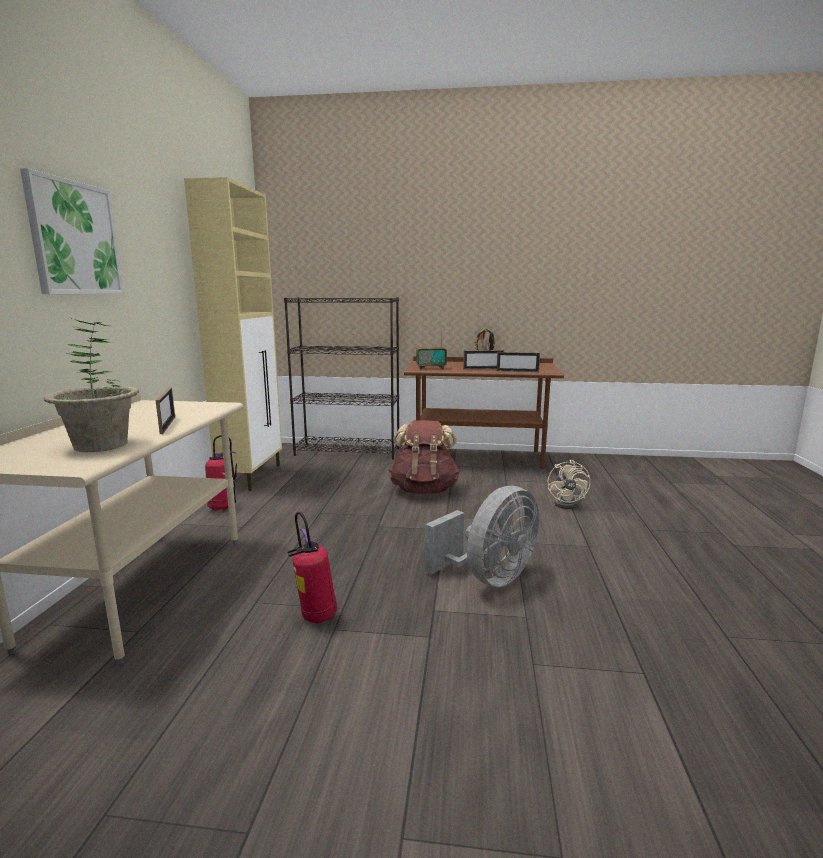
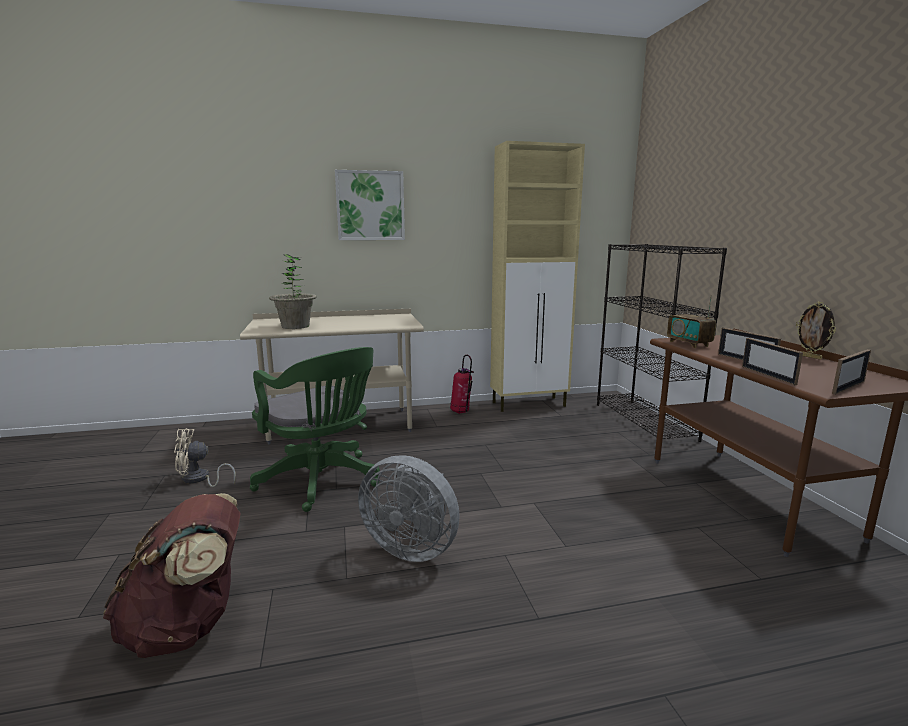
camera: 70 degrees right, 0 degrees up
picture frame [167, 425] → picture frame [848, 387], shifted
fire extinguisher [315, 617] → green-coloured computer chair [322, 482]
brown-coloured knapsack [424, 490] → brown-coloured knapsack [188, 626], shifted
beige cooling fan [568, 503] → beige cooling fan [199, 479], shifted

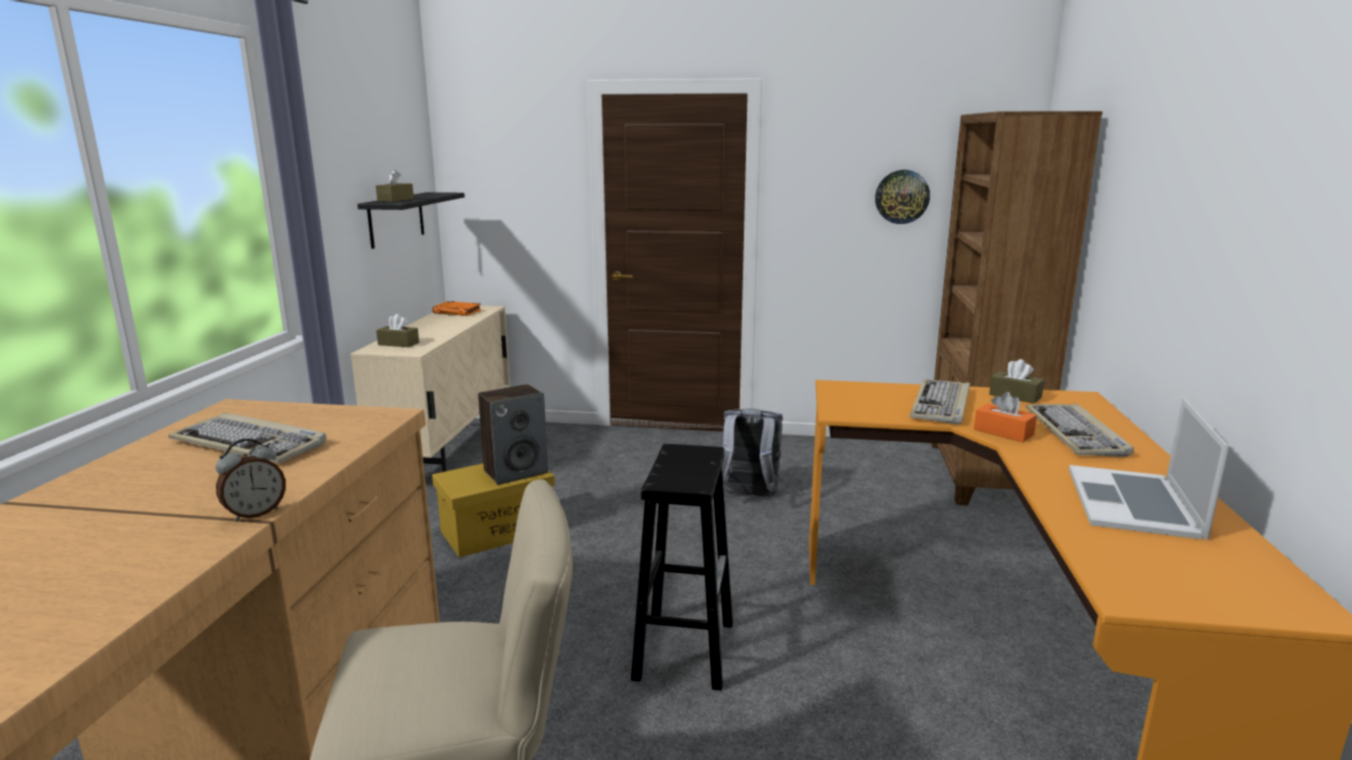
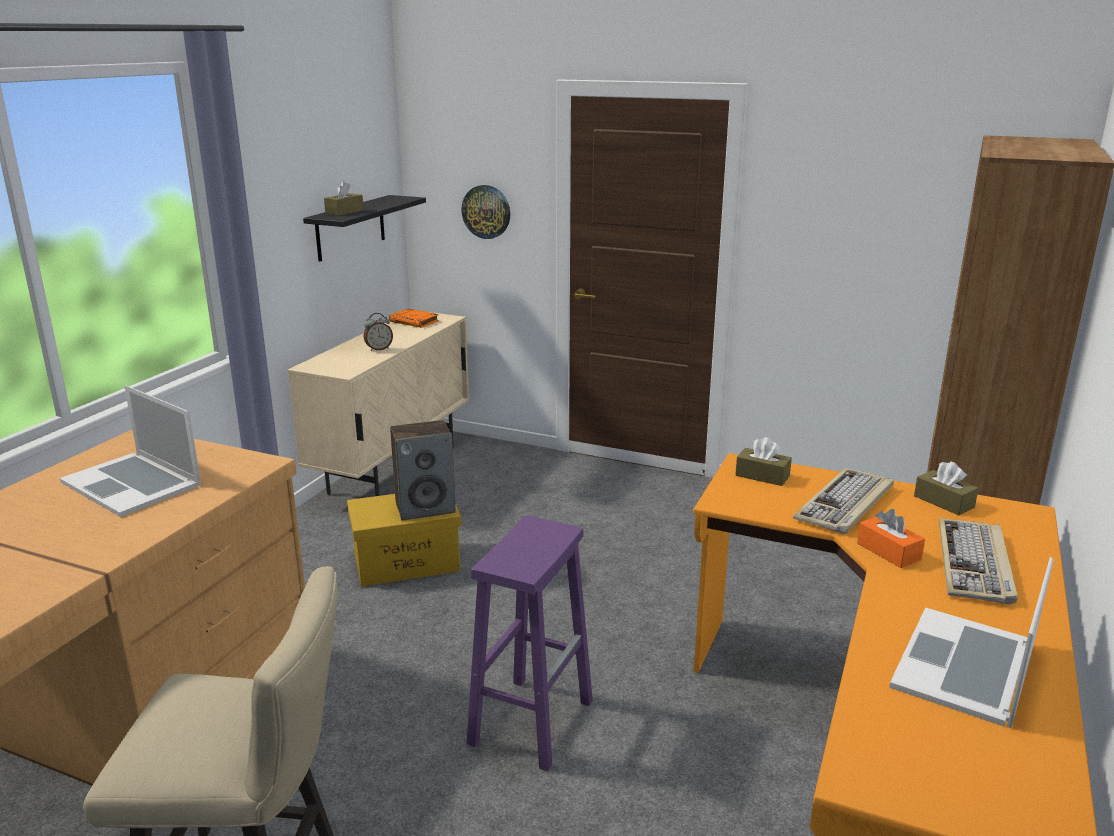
camera: 15 degrees right, 5 degrees up
computer keyboard [251, 443] → laptop [132, 483]
table clock [255, 513] → table clock [379, 349], shifted
brown-coloured box of tissues [398, 343] → brown-coloured box of tissues [762, 476], shifted
black stool [684, 648] → purple stool [532, 720]
grey knapsack [748, 496] → -
hanging clock [902, 197] → hanging clock [486, 211], shifted

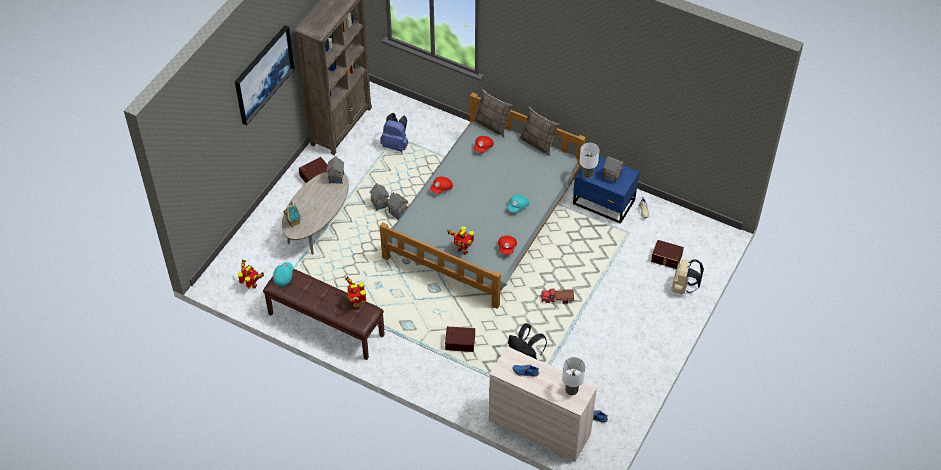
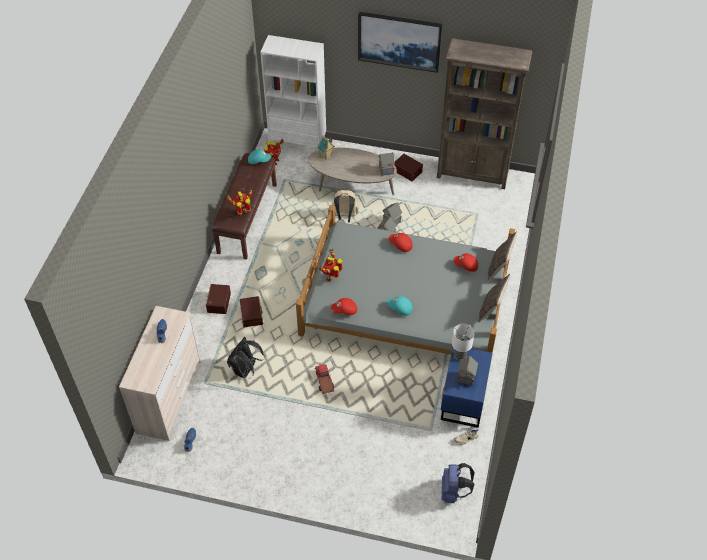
camera: 75 degrees right, 0 degrees up
blue knapsack [396, 145] → blue knapsack [453, 492], shifted
table lamp [571, 390] → -
brown-coloured storage bin [666, 258] → brown-coloured storage bin [218, 302], shifted
beige knapsack [683, 287] → beige knapsack [344, 217], shifted
- → whitish shelving unit [298, 144]

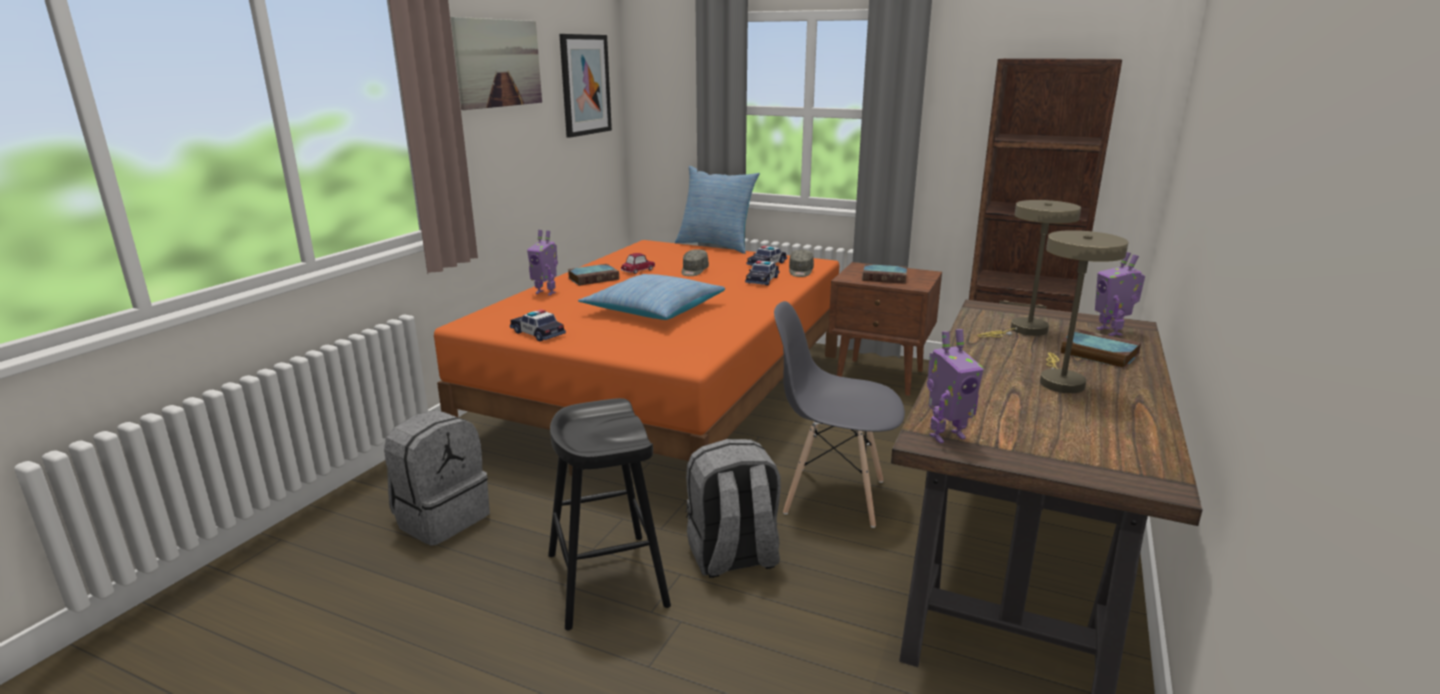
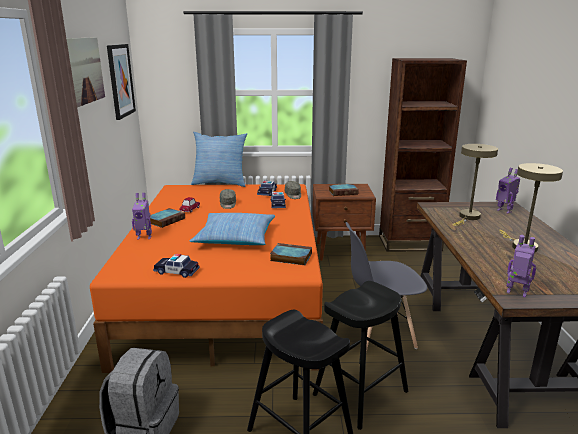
camera: 25 degrees left, 0 degrees up
grey knapsack [733, 557] → black stool [360, 393]
toy robot [946, 435] → toy robot [516, 293], 105 degrees counterclockwise
volume [1096, 353] → volume [290, 257], shifted

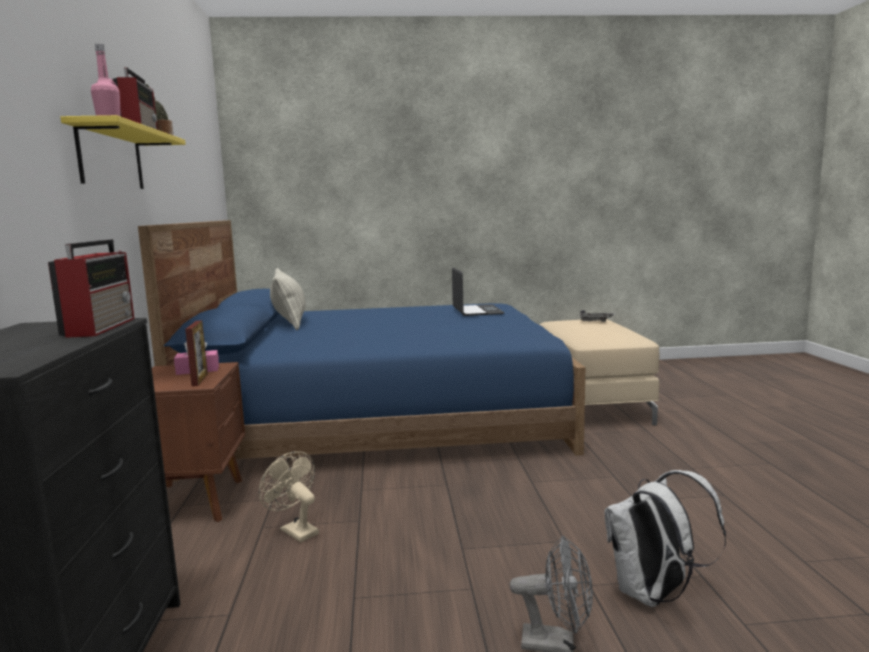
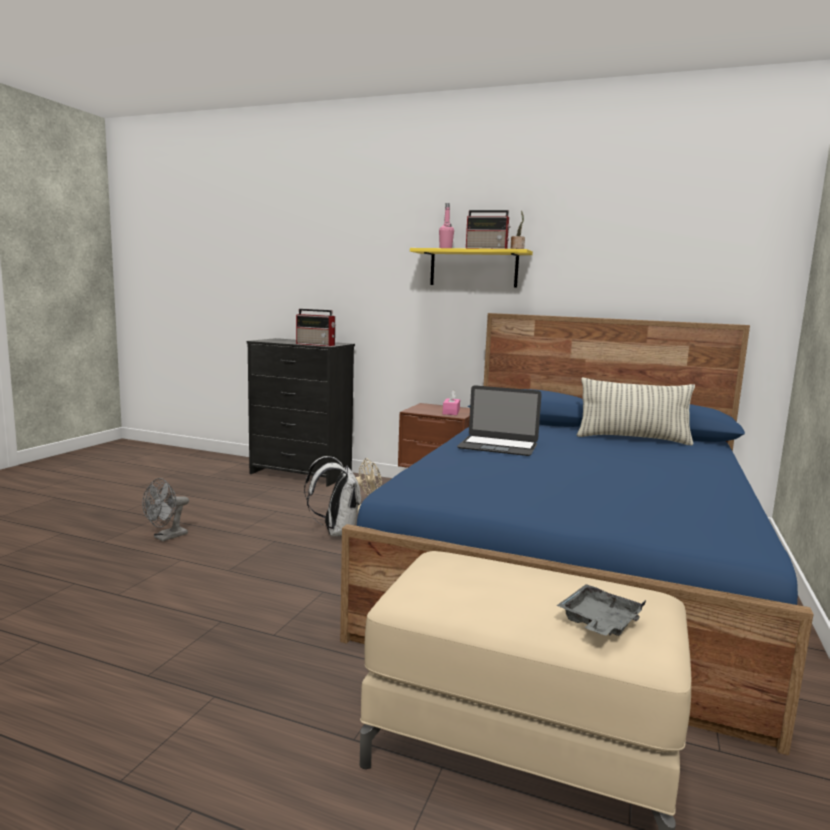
camera: 115 degrees right, 0 degrees up
picture frame [199, 379] → -
laptop [477, 310] → laptop [498, 446], shifted
whitish knapsack [654, 594] → whitish knapsack [336, 533], shifted

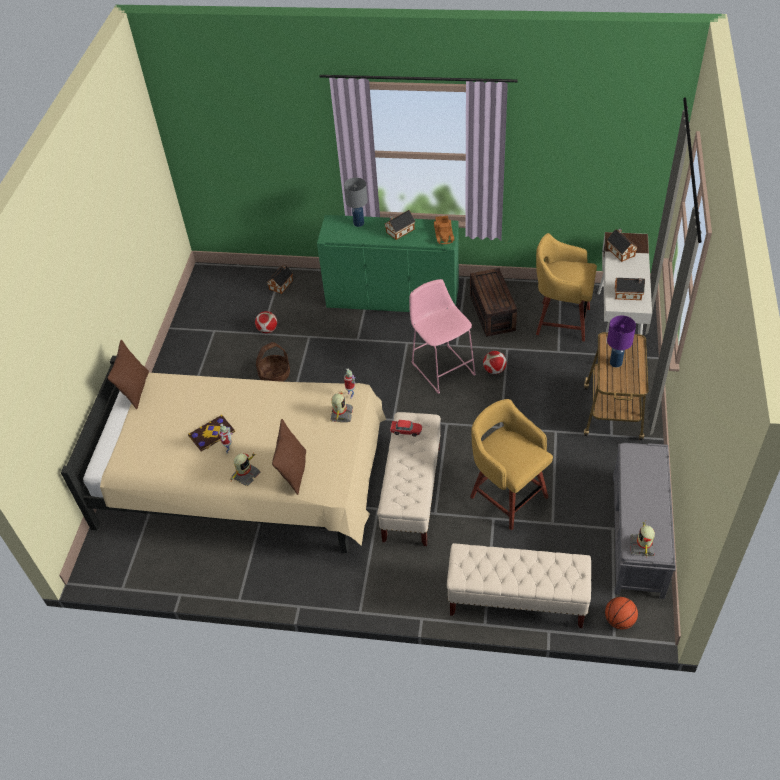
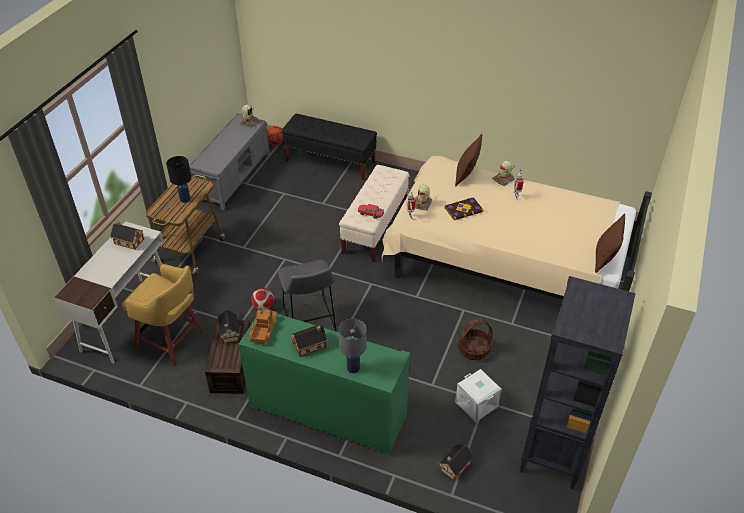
camera: 170 degrees left, 5 degrees down
volume [212, 434] → volume [463, 209], shifted
ball for football [267, 330] → whitish storage bin [477, 404]
pink-coloured stool [441, 366] → grey stool [309, 320]
beige bench [516, 600] → black bench [330, 162]
yellow-coloured stool [507, 495] → -
miniature house [620, 251] → miniature house [229, 333], shifted
purple table lamp [616, 362] → black table lamp [184, 199]
- → black shelving unit [553, 453]

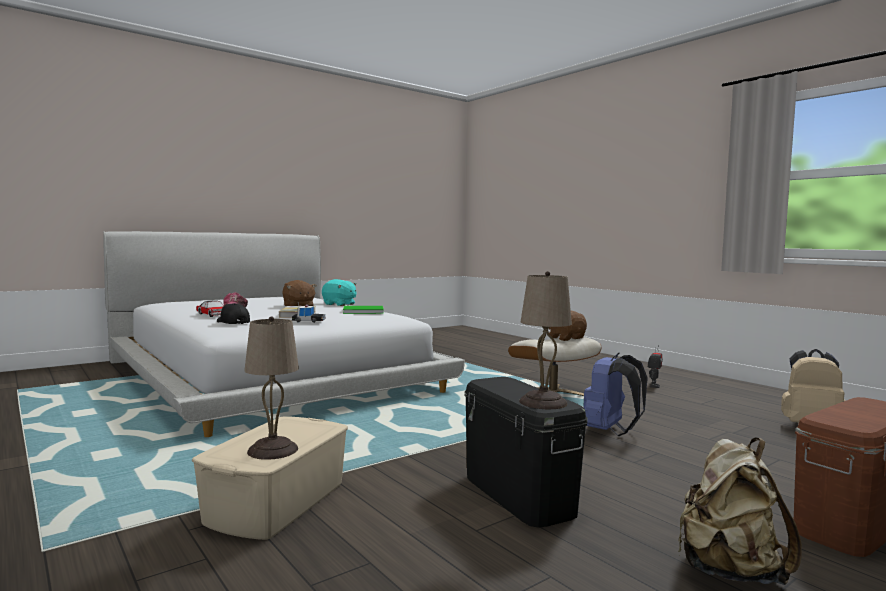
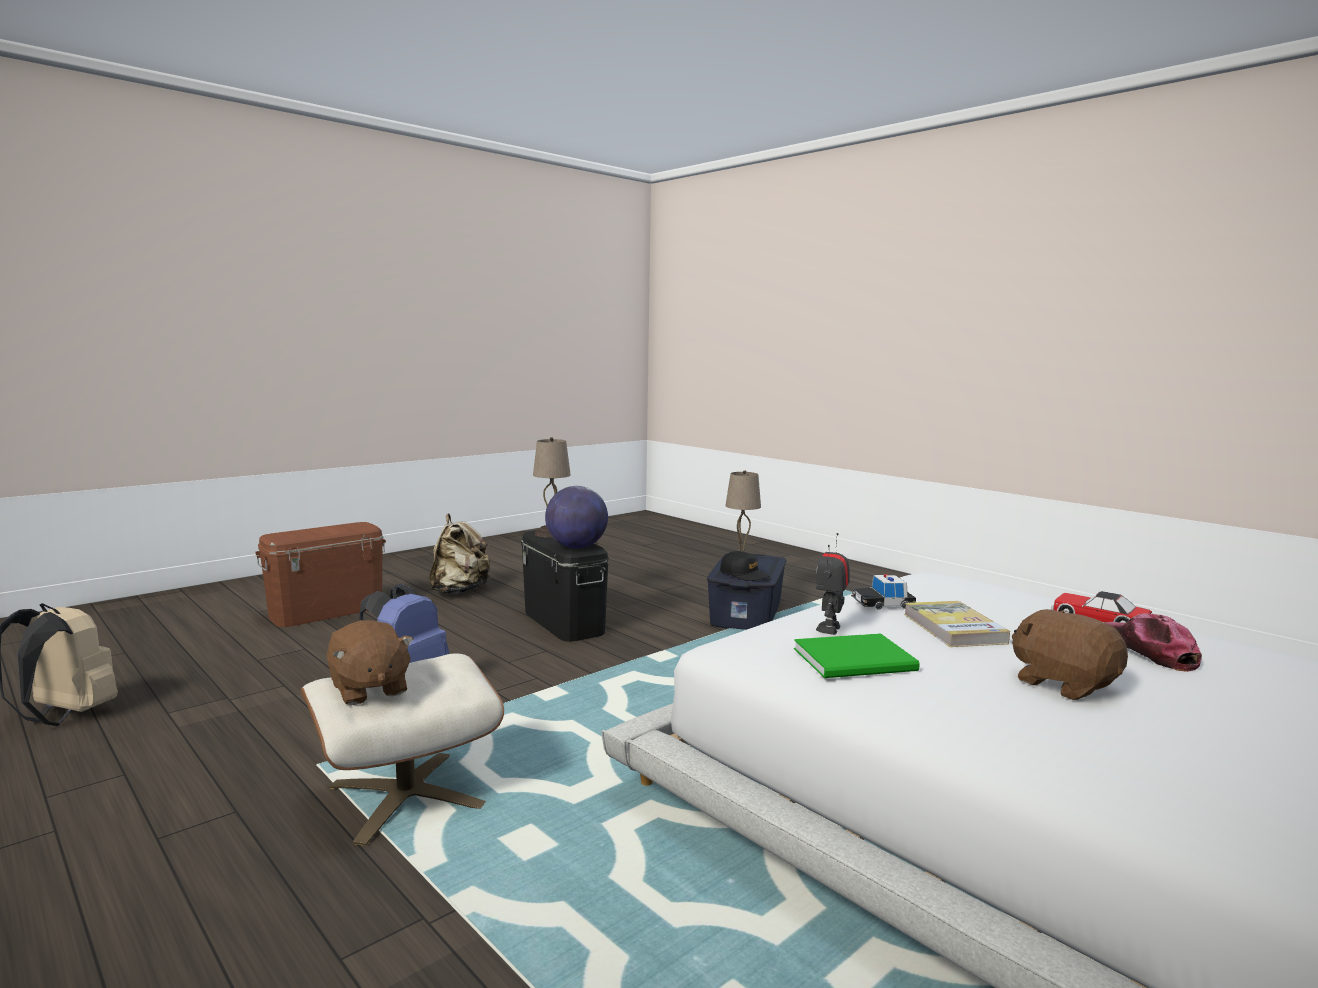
camera: 175 degrees right, 5 degrees up
beige storage bin [276, 502] → blue storage bin [747, 613]
black baseball cap [233, 322] → black baseball cap [744, 575], shifted
blue-green soft toy [339, 304] → -
toy robot [654, 386] → toy robot [829, 629], shifted
- → globe [576, 547]

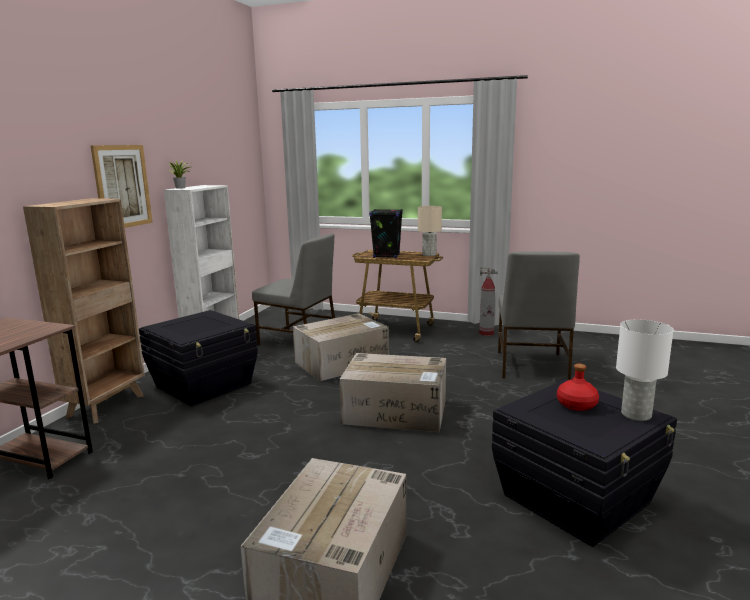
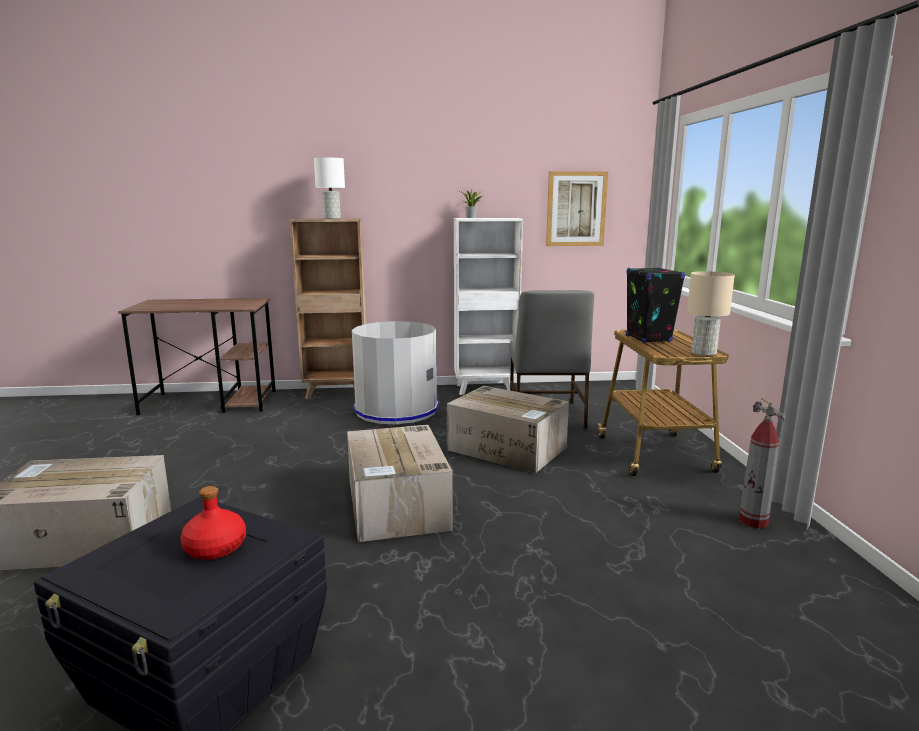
camera: 65 degrees right, 0 degrees up
wall picture [122, 186] → wall picture [576, 209], shifted
black storage bin [204, 385] → grey trash can [396, 409]
grey chair [531, 366] → -
whitish table lamp [637, 414] → whitish table lamp [332, 218], shifted

